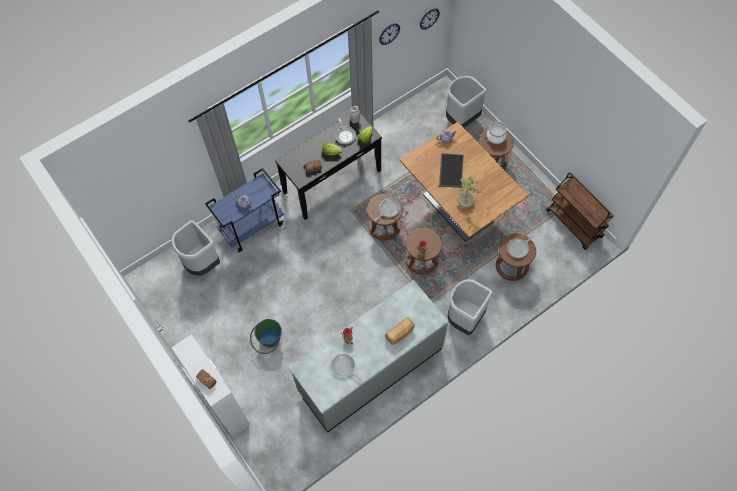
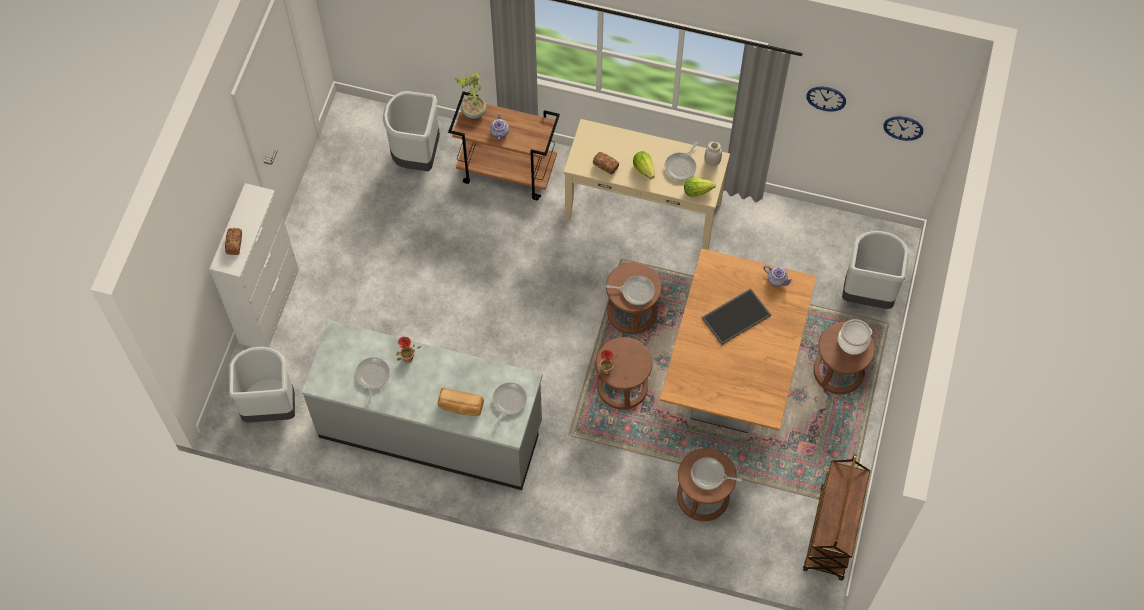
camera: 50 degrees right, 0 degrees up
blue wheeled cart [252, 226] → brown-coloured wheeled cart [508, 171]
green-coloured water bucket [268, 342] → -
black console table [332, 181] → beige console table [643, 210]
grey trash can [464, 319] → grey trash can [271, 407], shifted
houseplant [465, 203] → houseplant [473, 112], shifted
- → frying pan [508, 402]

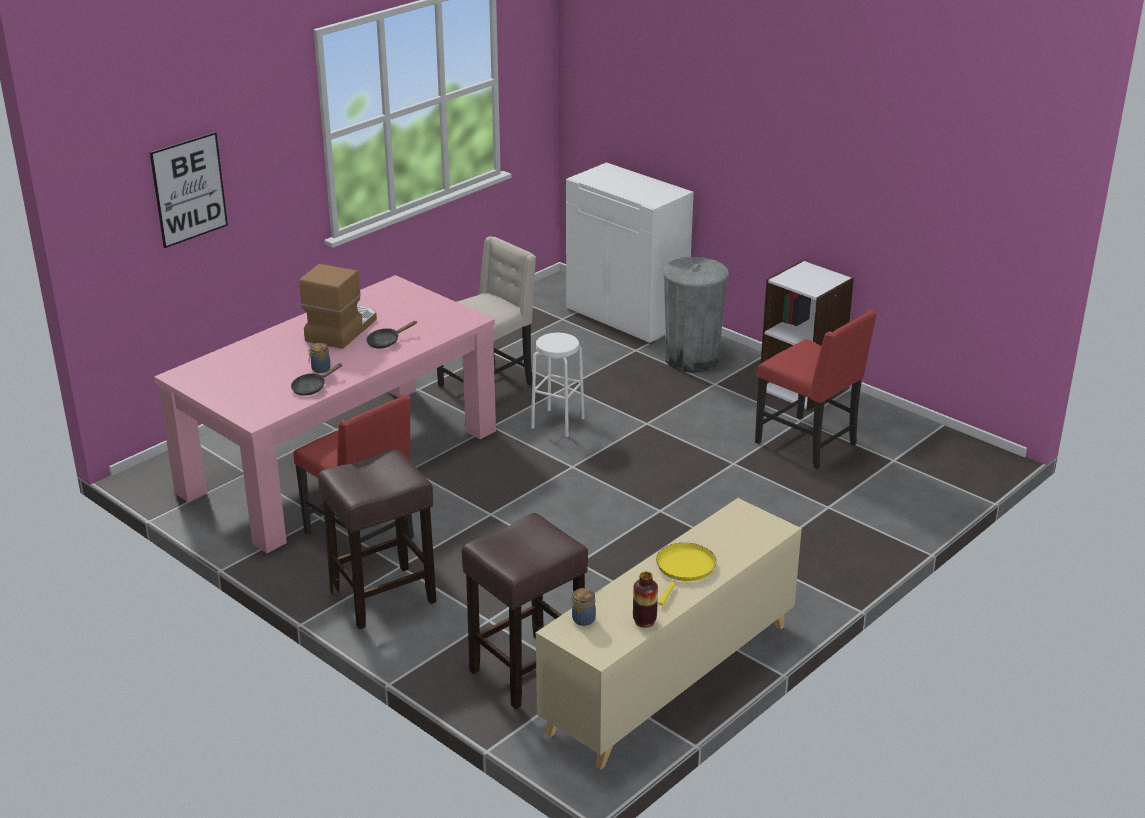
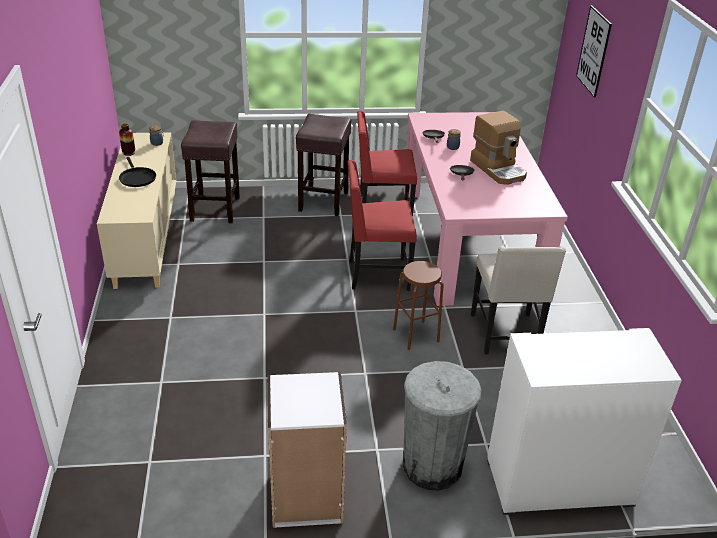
camera: 130 degrees right, 5 degrees up
whitish stool [558, 422] → brown-coloured stool [416, 335]
yellow-coloured frying pan [684, 569] → black frying pan [137, 178]
reddish chair [808, 444] → reddish chair [377, 275], shifted

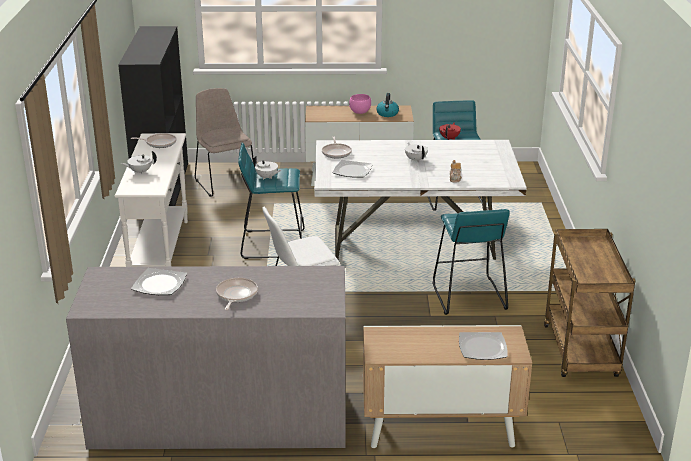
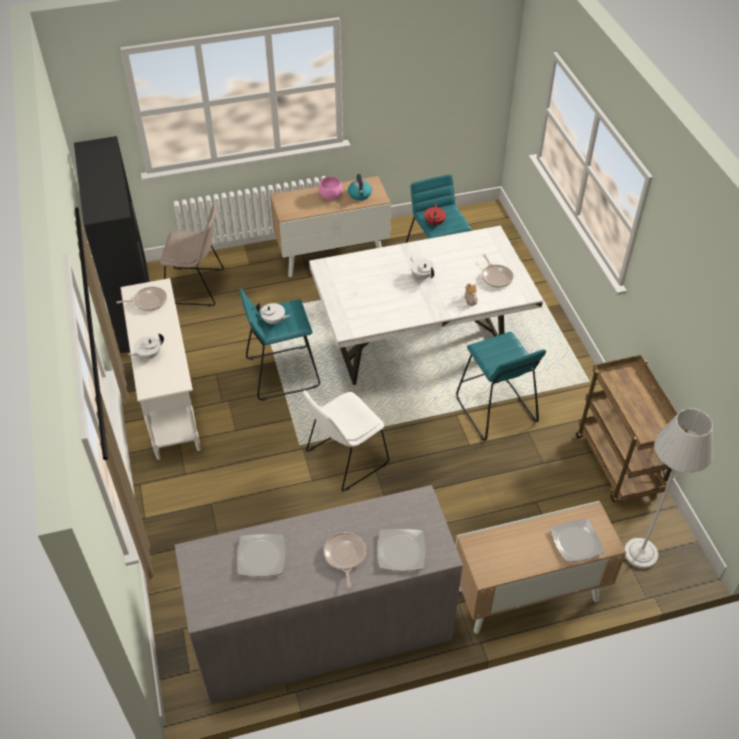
camera: 15 degrees left, 20 degrees up
beige chair [225, 182] → beige chair [197, 287], 135 degrees clockwise
frying pan [336, 152] → frying pan [496, 277], shifted
plate [352, 171] → plate [400, 551], shifted
- → grey standard lamp [640, 554]

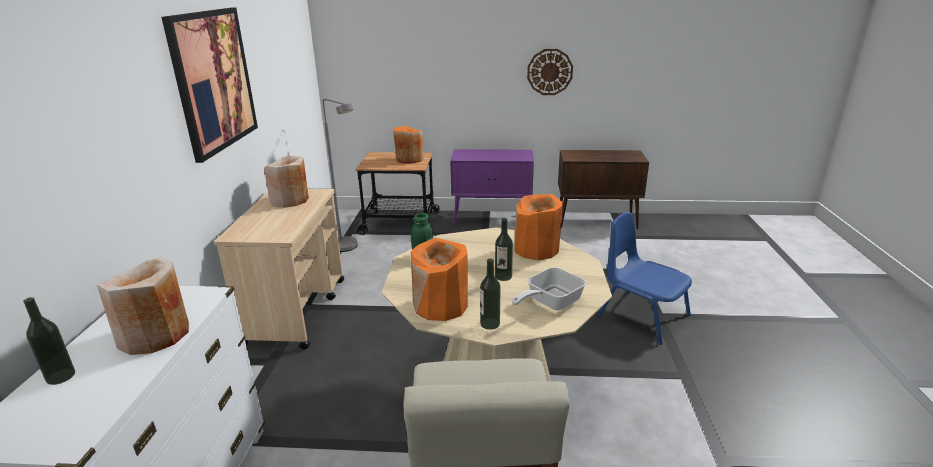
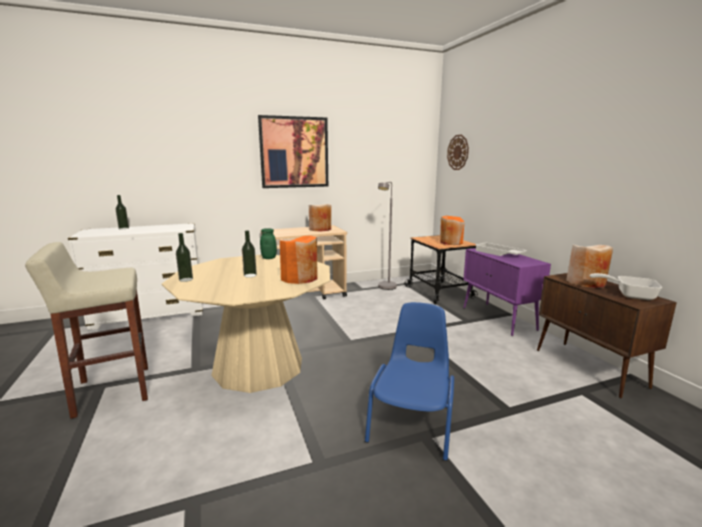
camera: 65 degrees right, 10 degrees down
beige decorative vase [155, 335] → beige decorative vase [586, 282], shifted
orangey decorative vase [440, 305] → -
frying pan [549, 302] → frying pan [629, 295], shifted
hanging clock [549, 72] → hanging clock [458, 152], shifted
- → whitish carrying tray [498, 253]

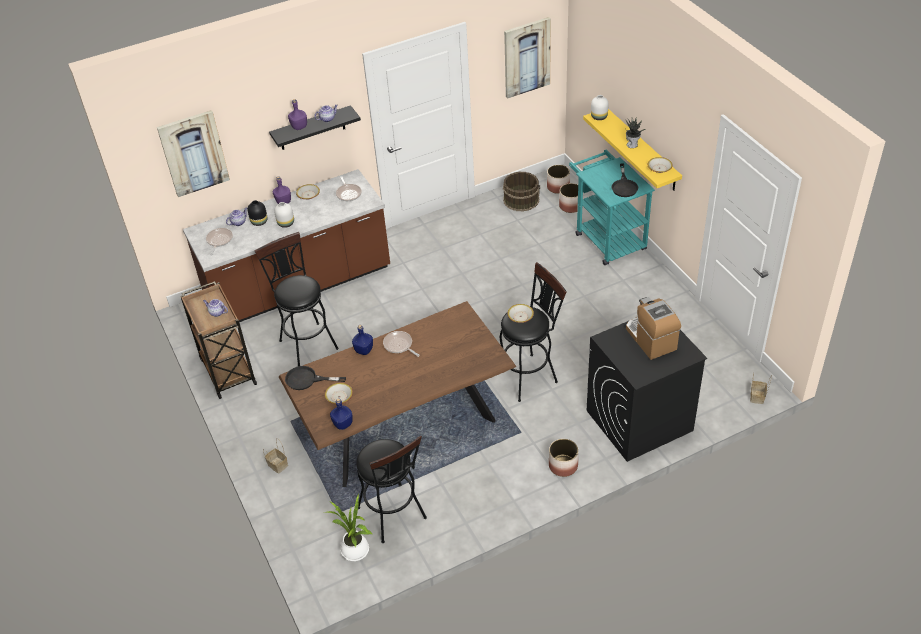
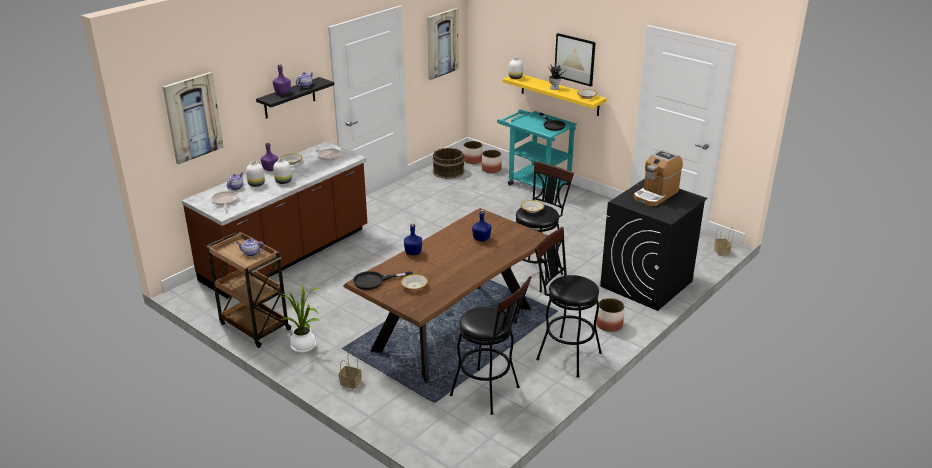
camera: 25 degrees left, 15 degrees down
black decorative vase [259, 222] → whitish decorative vase [256, 184]
black stool [306, 341] → black stool [563, 354], shifted
houseplant [356, 552] → houseplant [305, 346], shifted
blue beverage bottle [343, 424] → blue beverage bottle [481, 238], shifted
frying pan [399, 345] → -
coffee maker [650, 339] → coffee maker [655, 195], 90 degrees counterclockwise
- → wall picture [575, 59]

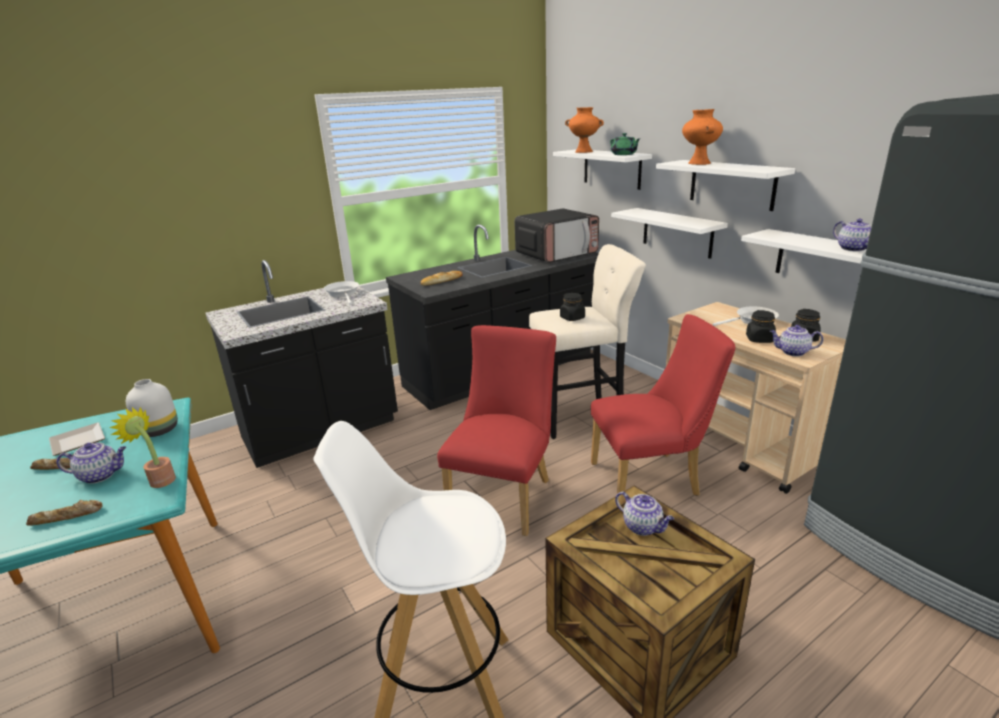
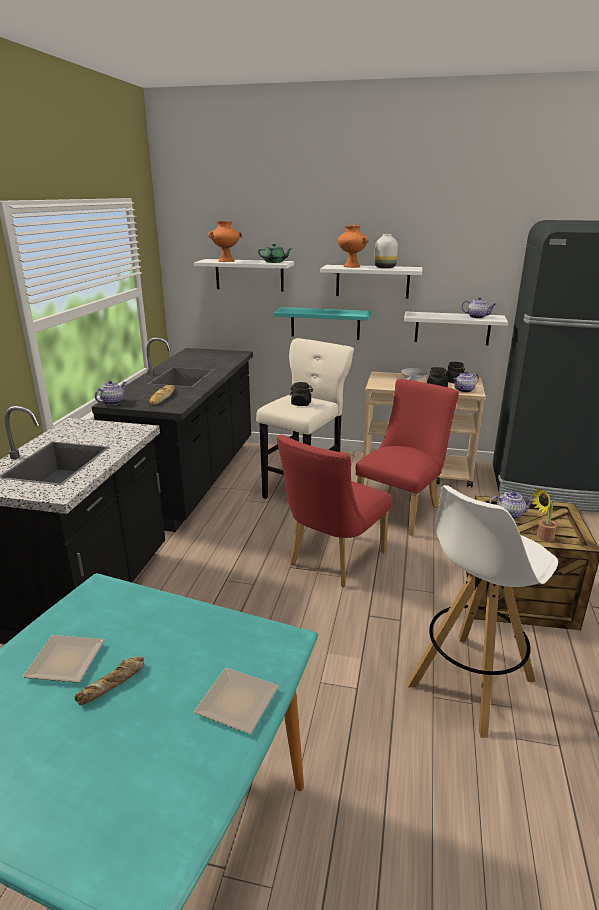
camera: 45 degrees left, 0 degrees up
bakery bread [67, 517] → plate [236, 700]
pot for tea [101, 475] → pot for tea [113, 402], shifted
houseplant [159, 479] → houseplant [542, 537], shifted
whitish decorative vase [159, 430] → whitish decorative vase [384, 267], shifted
whitish frying pan [343, 294] → -
reddish chair [504, 494] → reddish chair [332, 561], 120 degrees counterclockwise
kitchen microwave [557, 254] → -
whitish bracket shelf [677, 232] → blue-green bracket shelf [325, 323]

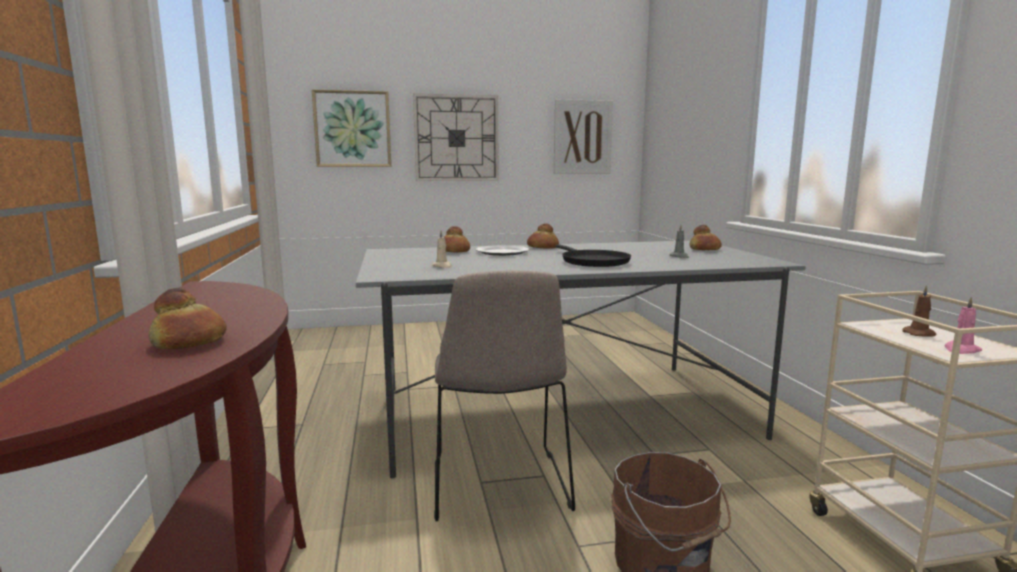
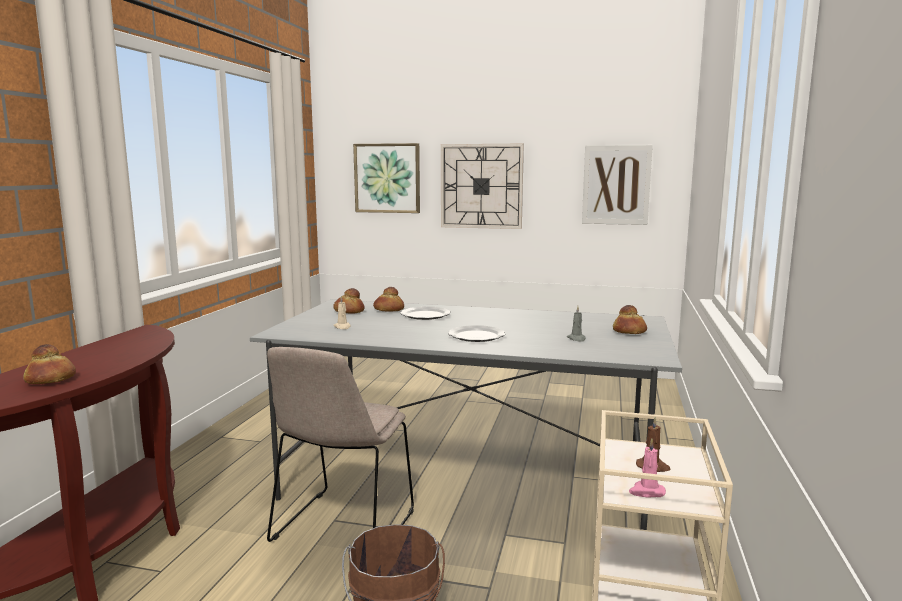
camera: 25 degrees right, 0 degrees up
bakery bread [542, 247] → bakery bread [349, 311], shifted
black frying pan [592, 262] → plate [476, 336]

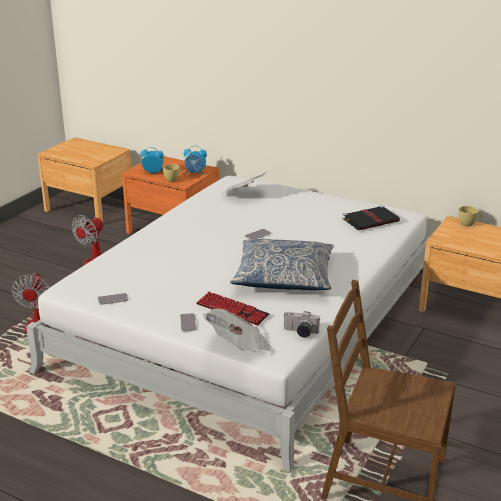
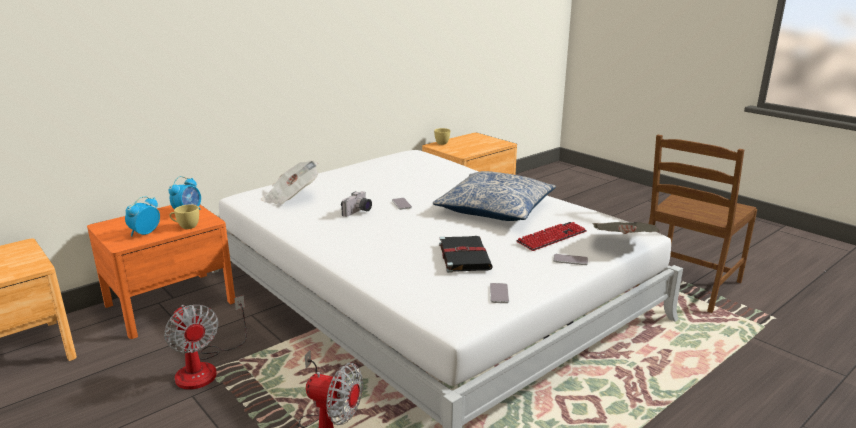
camera: 70 degrees left, 5 degrees down
photo camera [300, 333] → photo camera [358, 212], shifted
black volume [371, 220] → black volume [464, 256], shifted

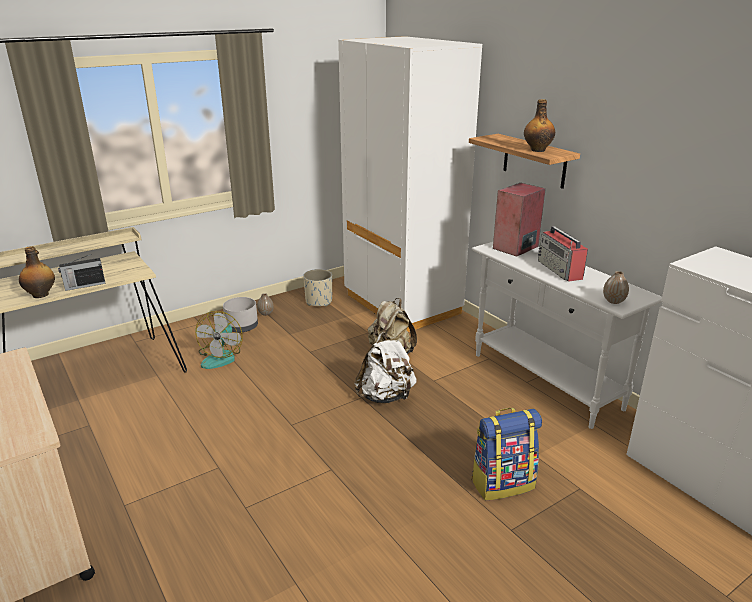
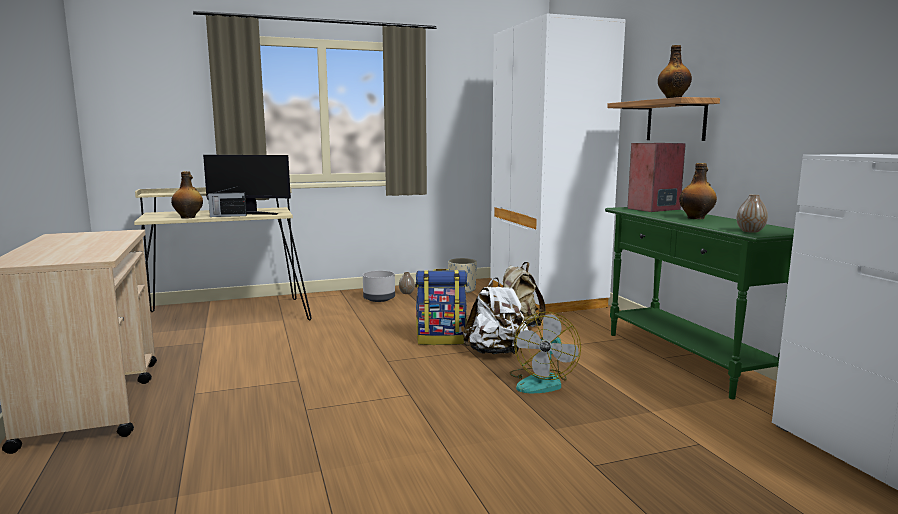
camera: 15 degrees right, 15 degrees down
cooling fan [221, 356] → cooling fan [542, 382], shifted
knapsack [502, 483] → knapsack [441, 339], shifted
whitish console table [545, 381] → green-coloured console table [686, 359]
radio set [560, 270] → beverage bottle [696, 218]
- → monitor [250, 213]

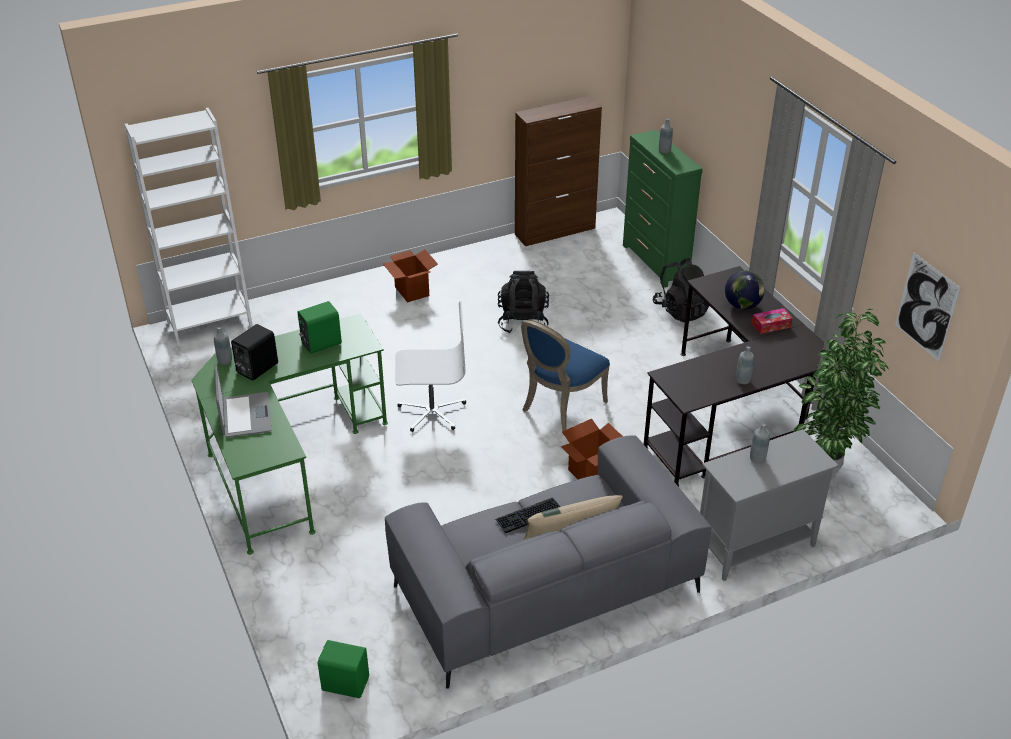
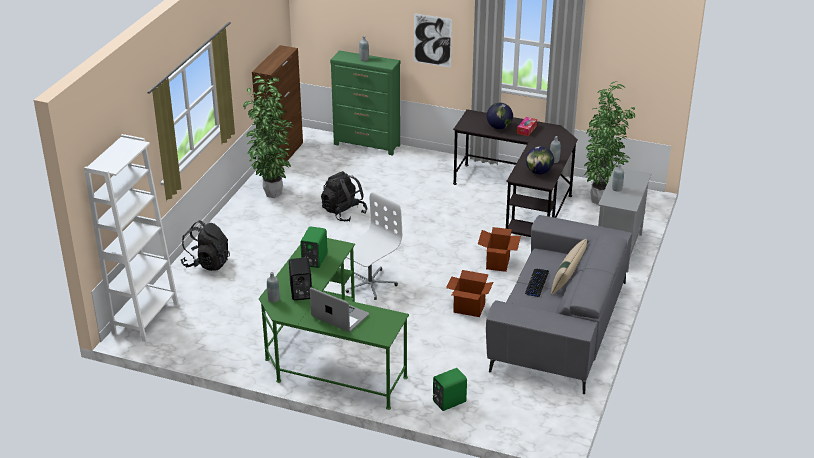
camera: 45 degrees left, 5 degrees down
green-coloured audio speaker [345, 683] → green-coloured audio speaker [448, 401], shifted
carton [411, 291] → carton [469, 308], shifted
blue chair [560, 406] → -
black knapsack [681, 310] → black knapsack [207, 263], shifted
wall picture [926, 307] → wall picture [432, 40], shifted
- → houseplant [272, 193]
- → globe [539, 172]

